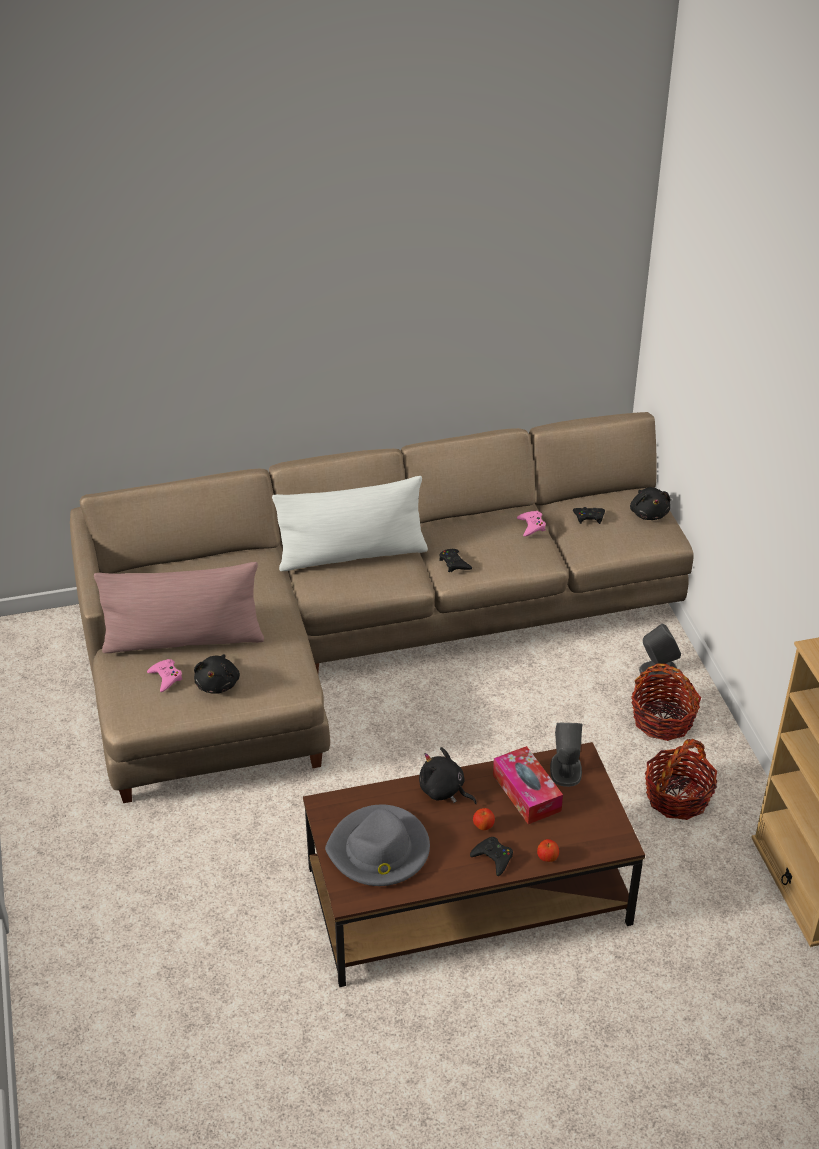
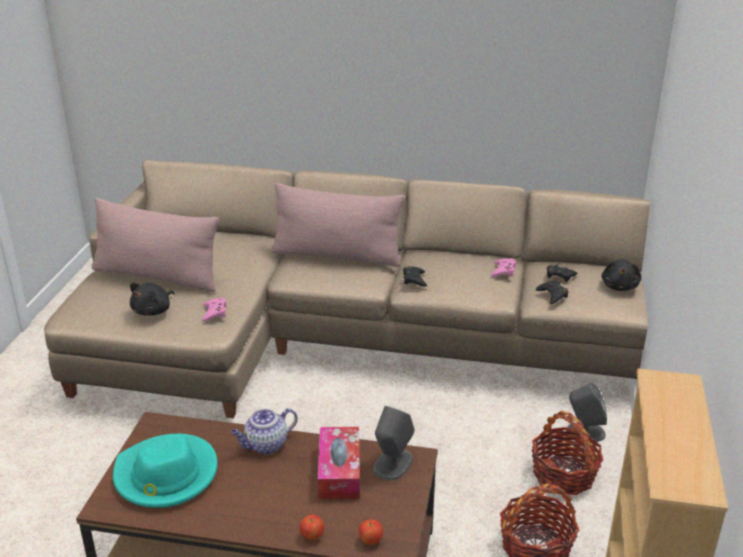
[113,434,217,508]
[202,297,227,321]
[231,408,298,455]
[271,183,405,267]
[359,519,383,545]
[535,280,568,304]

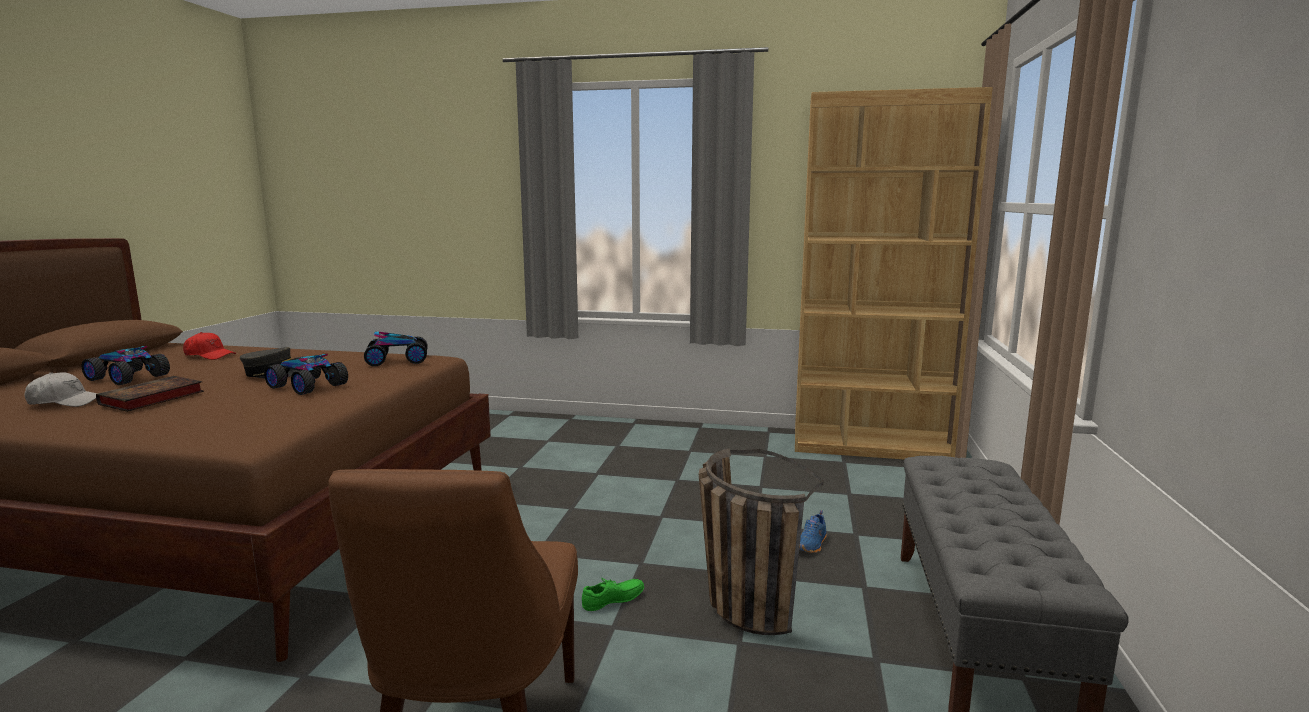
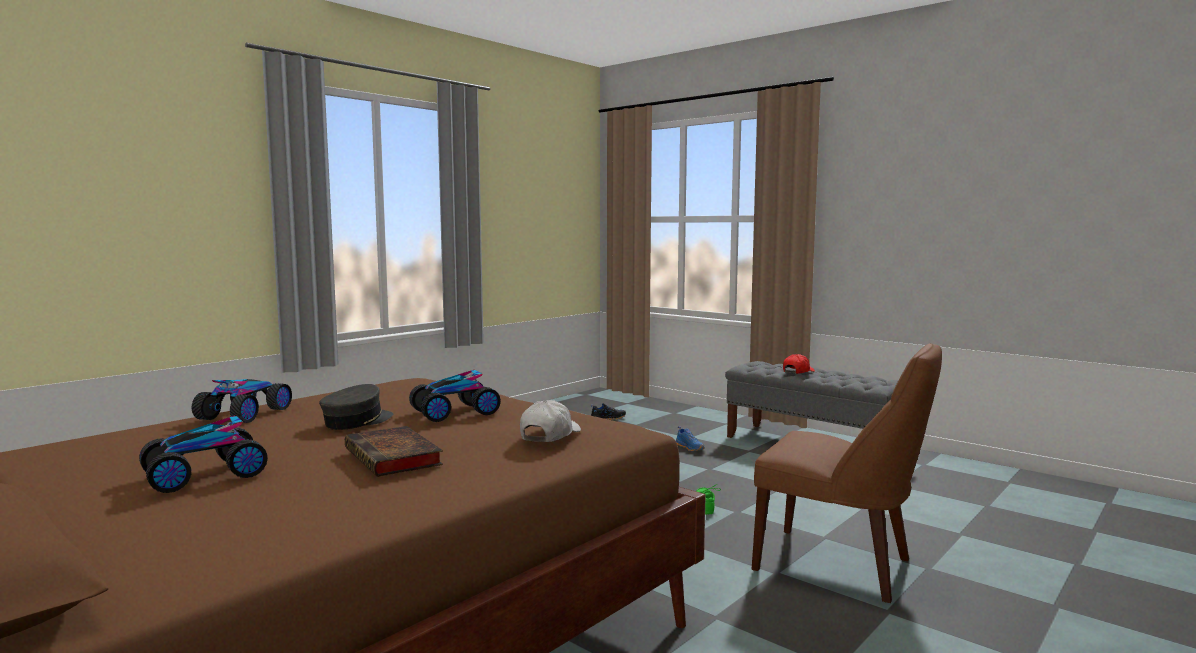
[192,379,292,423]
[520,400,581,442]
[591,403,626,420]
[783,354,815,374]
[699,448,823,635] (first image)
[795,87,1003,459] (first image)

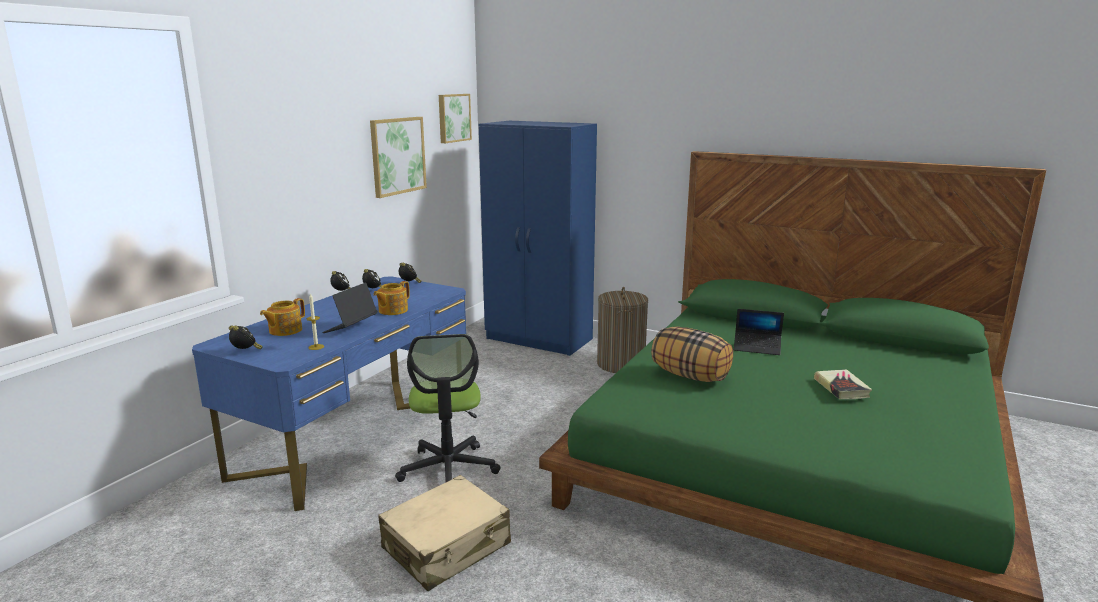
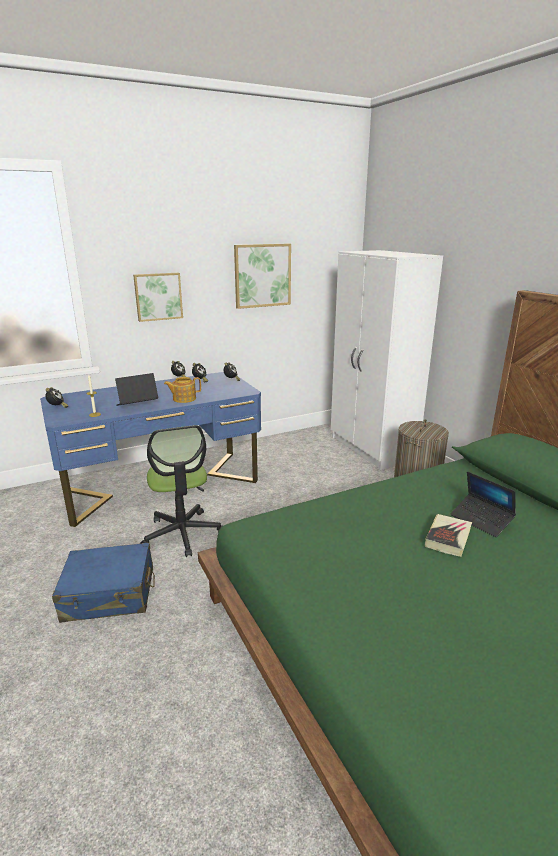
[52,543,155,623]
[133,273,183,322]
[140,425,223,557]
[331,250,443,470]
[425,514,472,557]
[260,298,305,336] (first image)
[651,326,733,382] (first image)

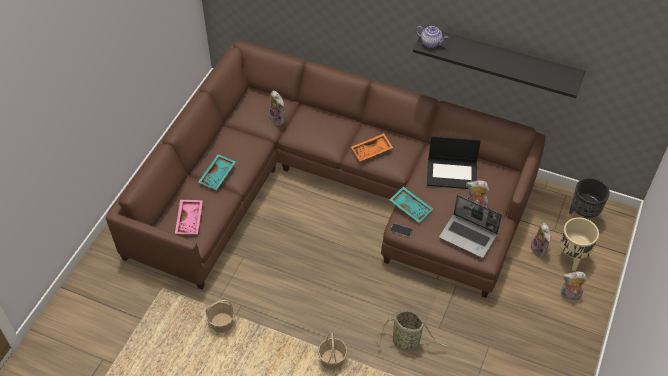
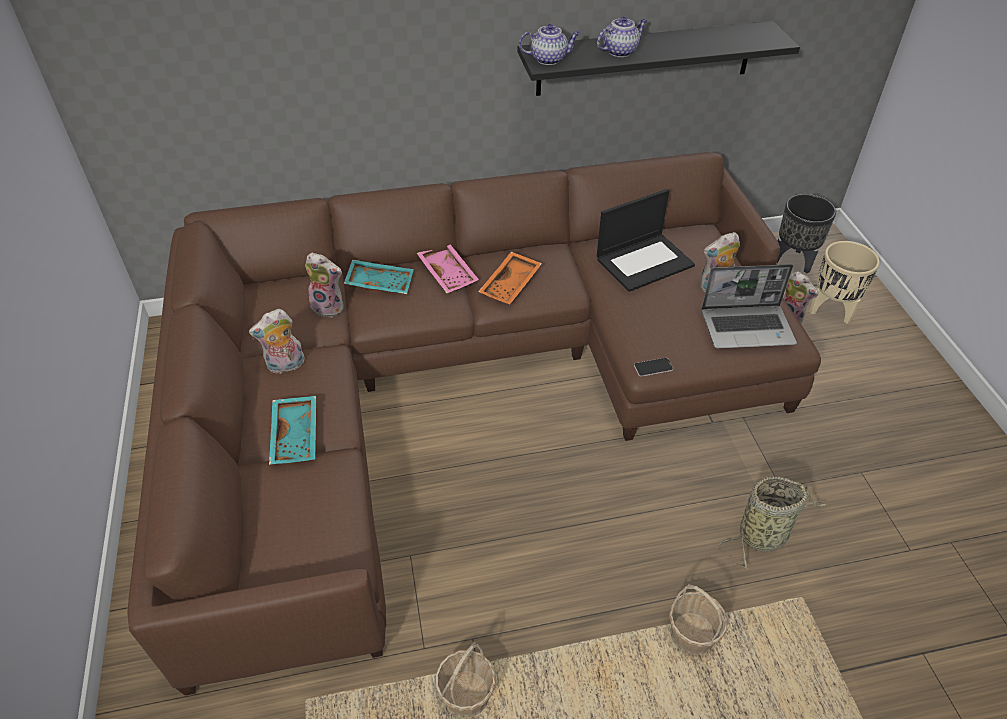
[249,309,305,374]
[344,259,414,294]
[417,244,479,293]
[597,16,647,57]

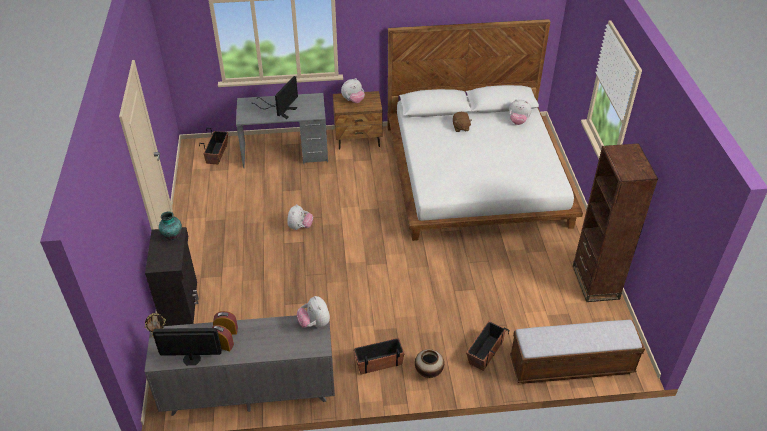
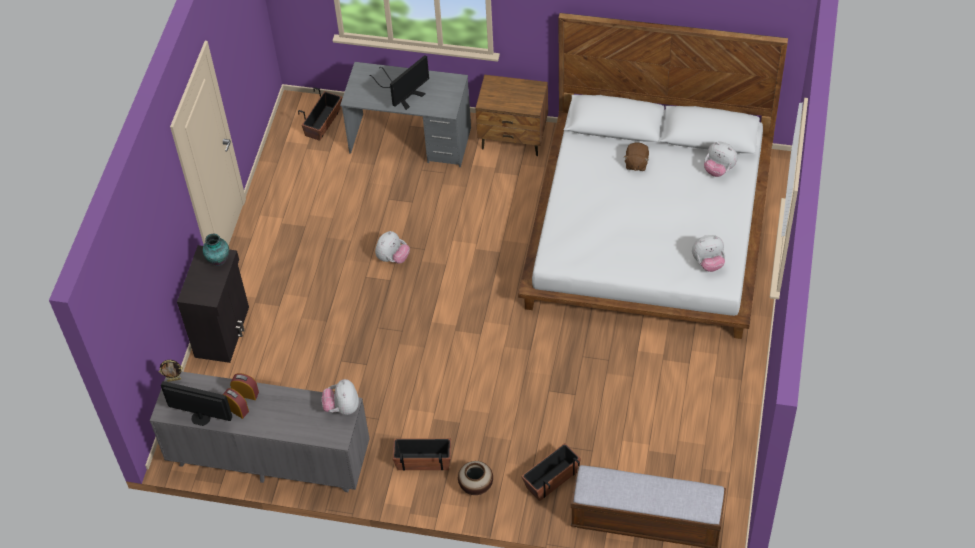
[692,235,725,272]
[573,143,658,302] (first image)

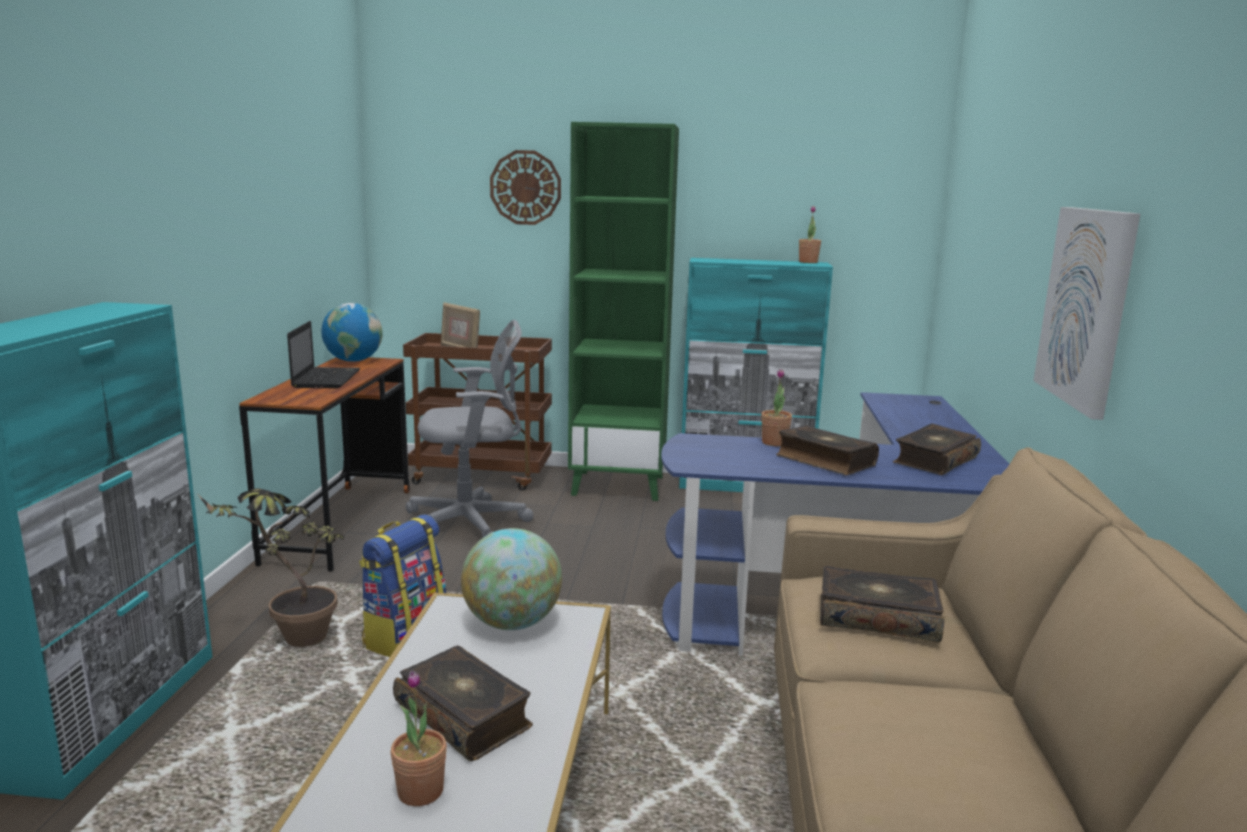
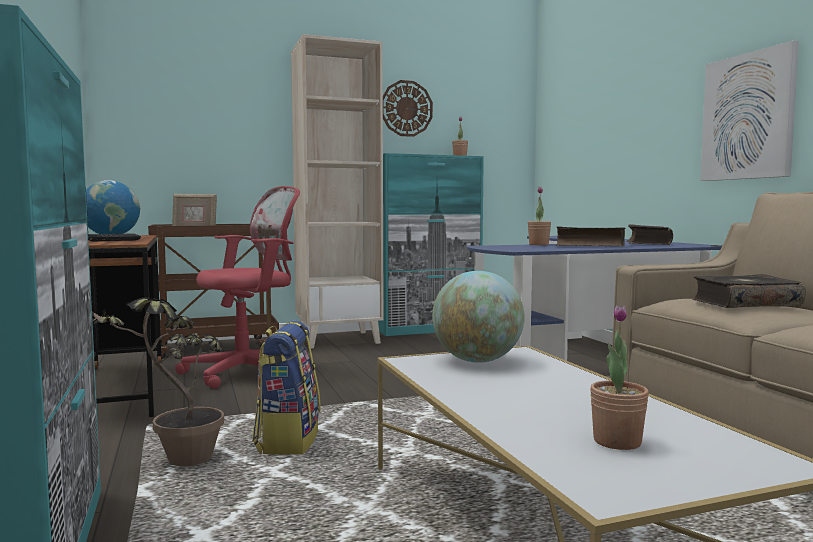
[175,186,300,389]
[291,34,384,349]
[383,80,433,137]
[393,646,533,761] (first image)

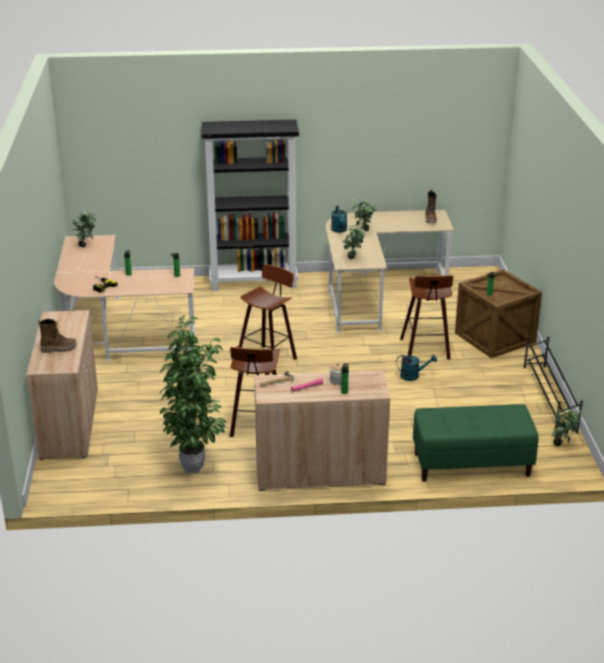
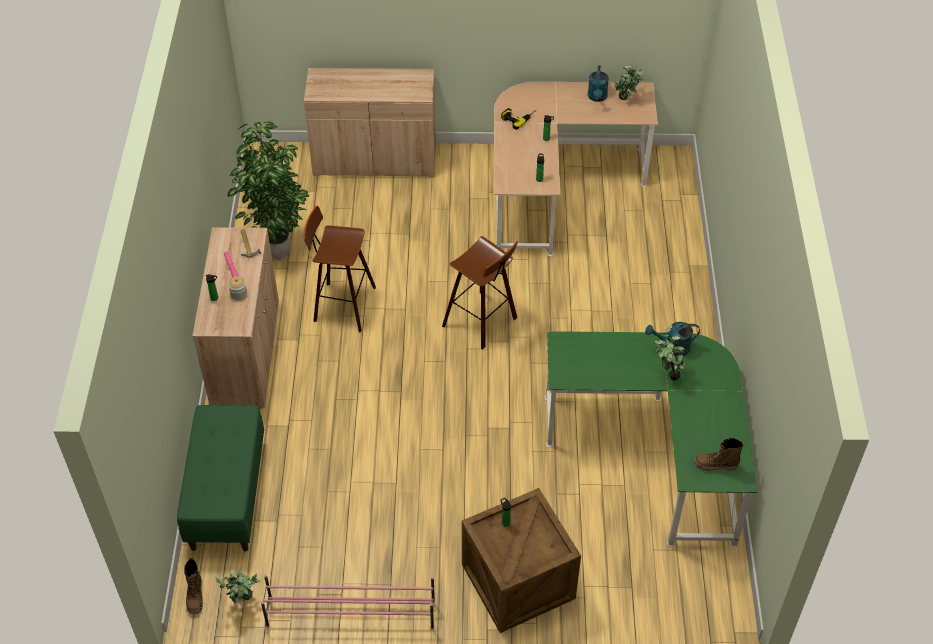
[184,557,203,614]
[261,574,435,630]
[545,331,758,548]
[588,65,609,102]
[202,119,299,291] (first image)
[343,225,366,259] (first image)
[400,275,453,359] (first image)

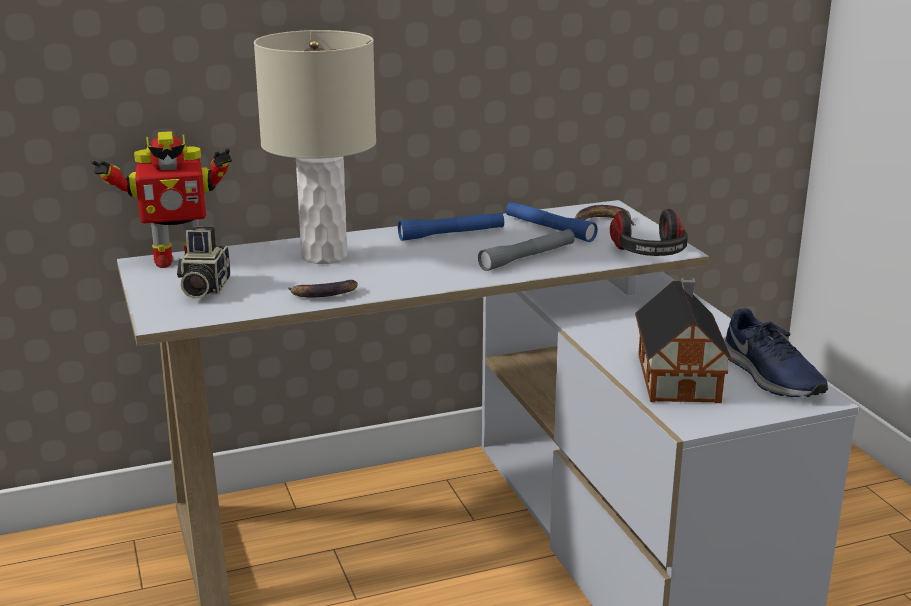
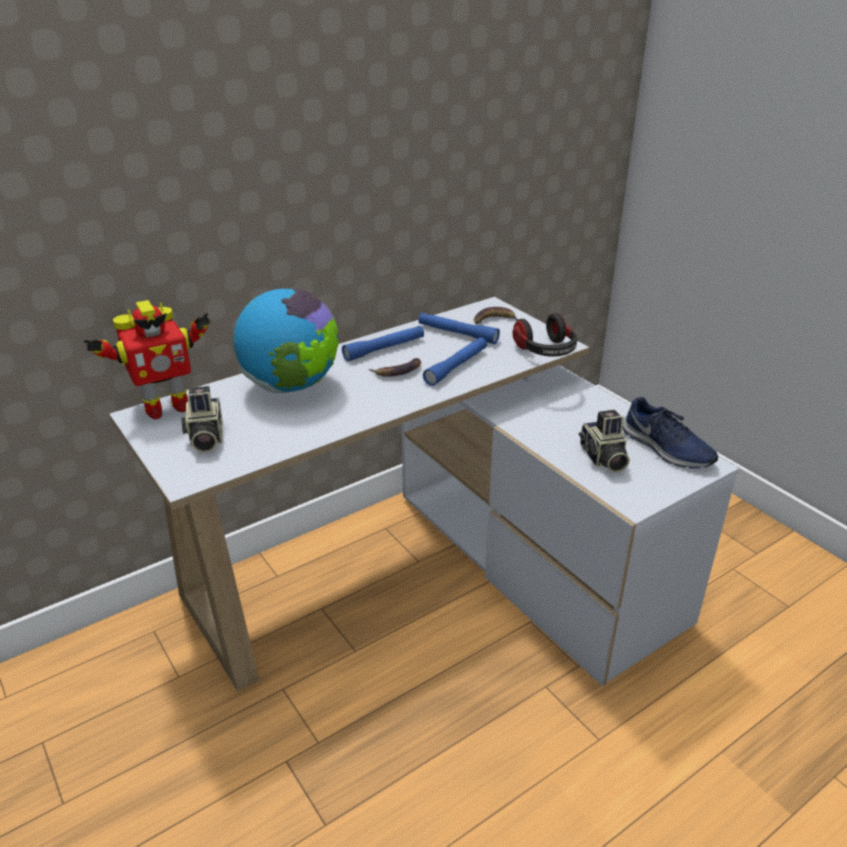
[234,288,338,393]
[369,358,421,377]
[423,337,487,386]
[579,410,630,473]

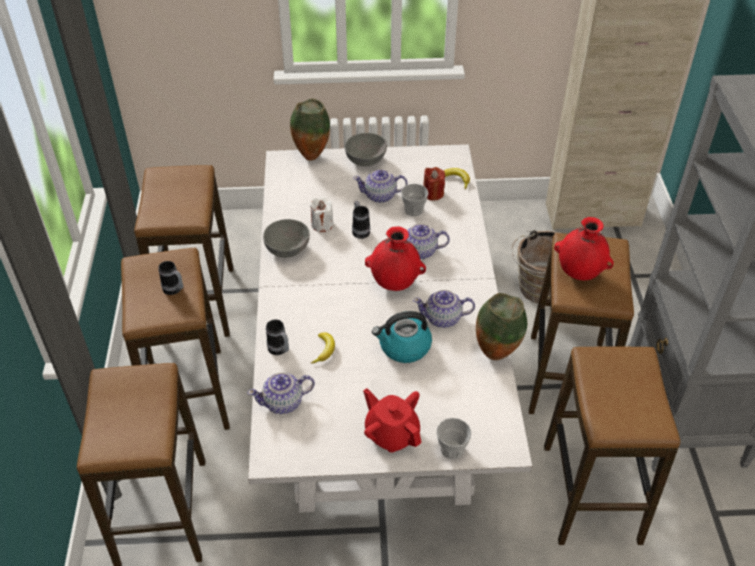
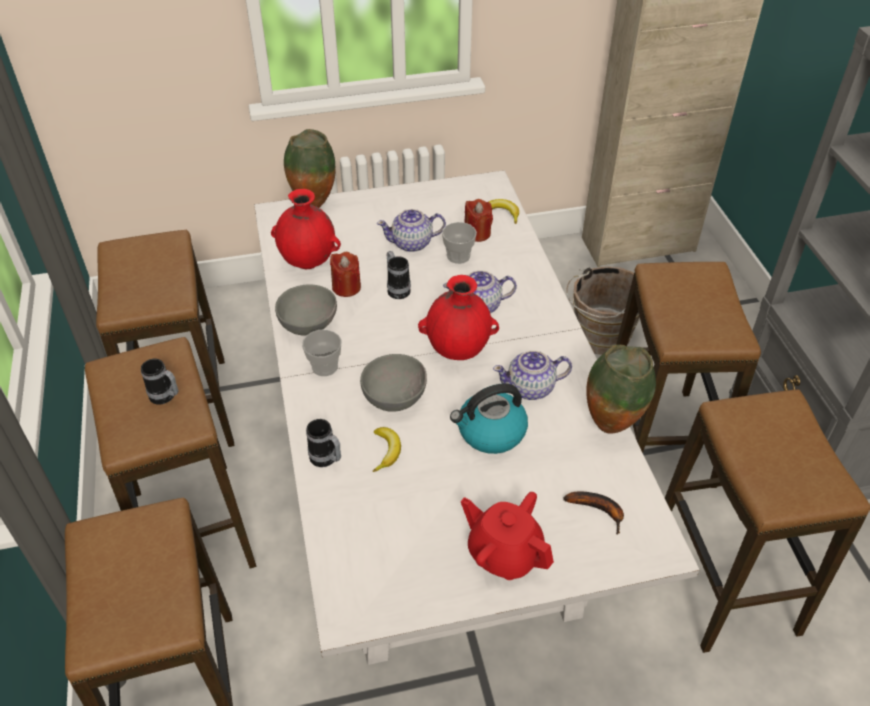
[271,189,341,269]
[302,330,342,376]
[330,252,361,297]
[360,354,427,412]
[563,492,624,535]
[248,372,315,414] (first image)

